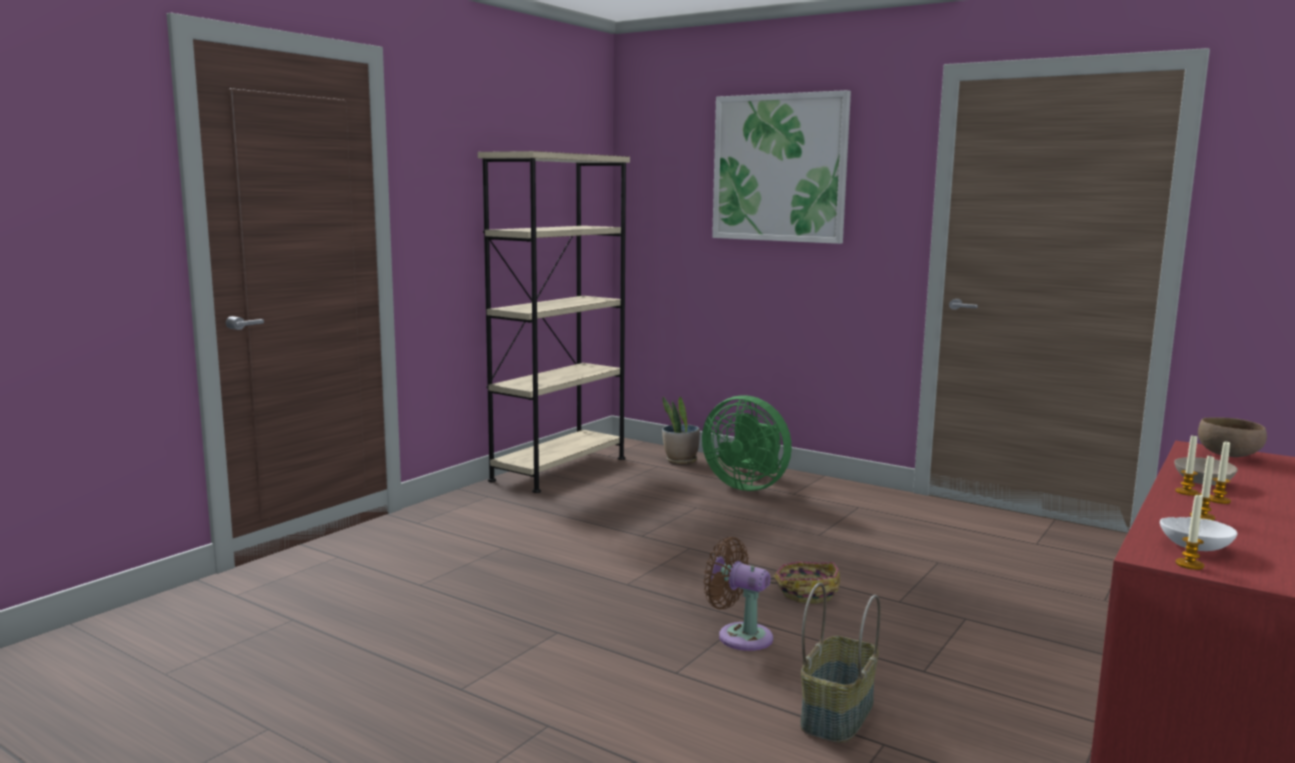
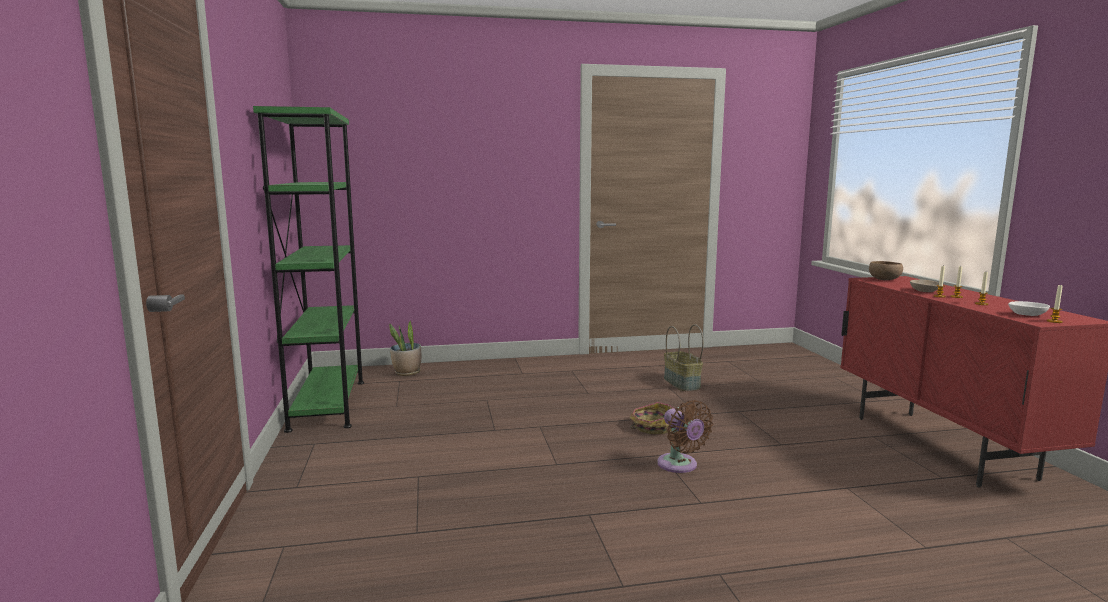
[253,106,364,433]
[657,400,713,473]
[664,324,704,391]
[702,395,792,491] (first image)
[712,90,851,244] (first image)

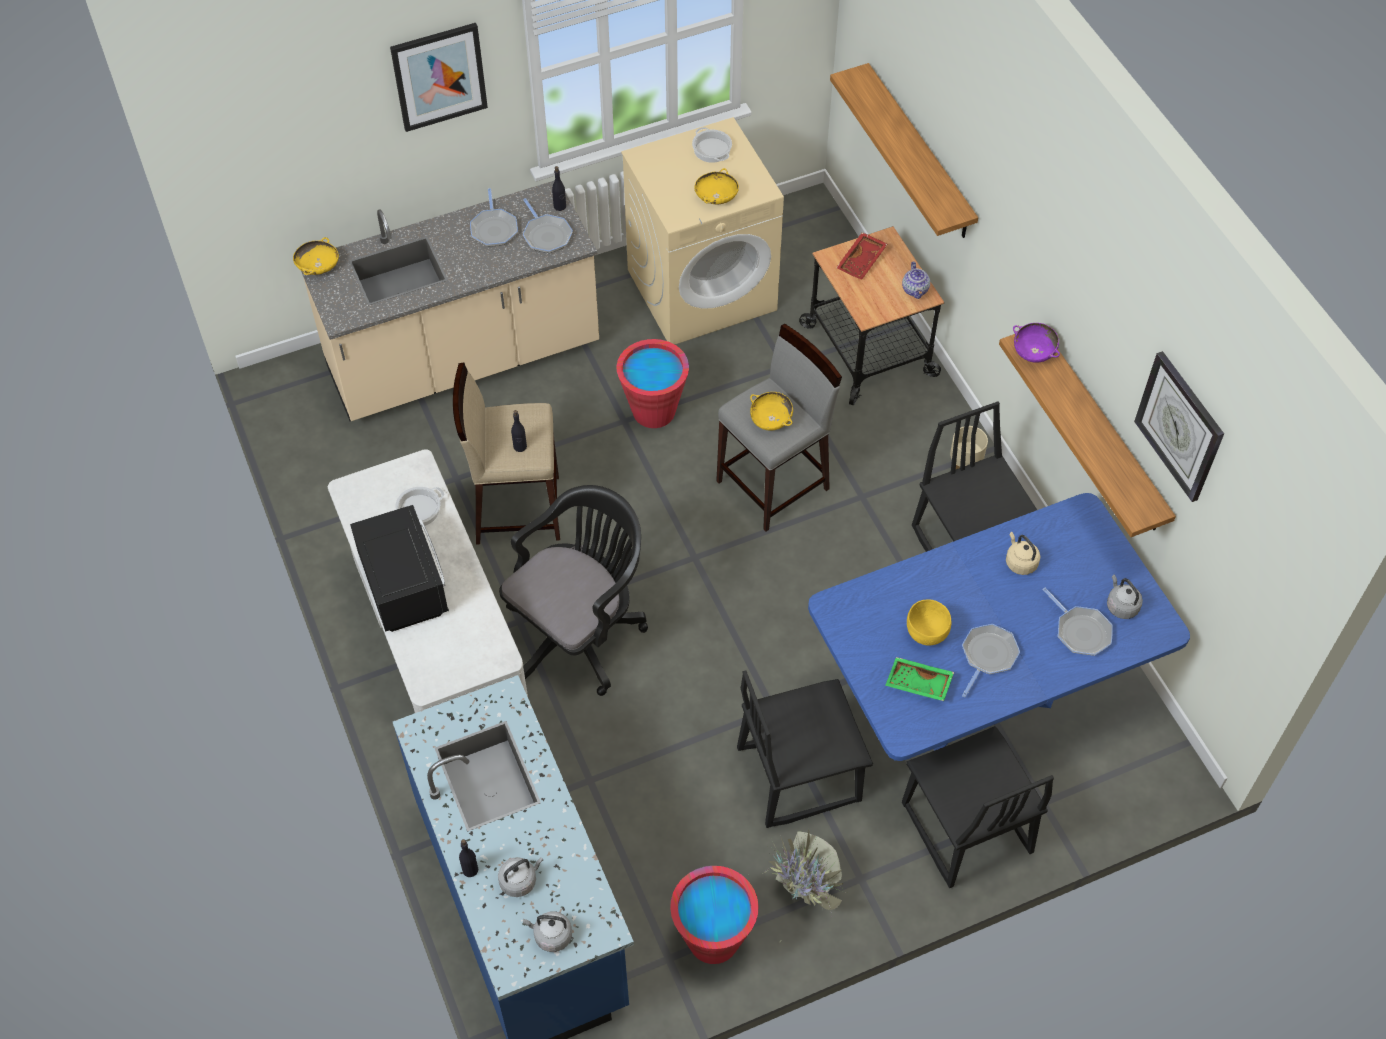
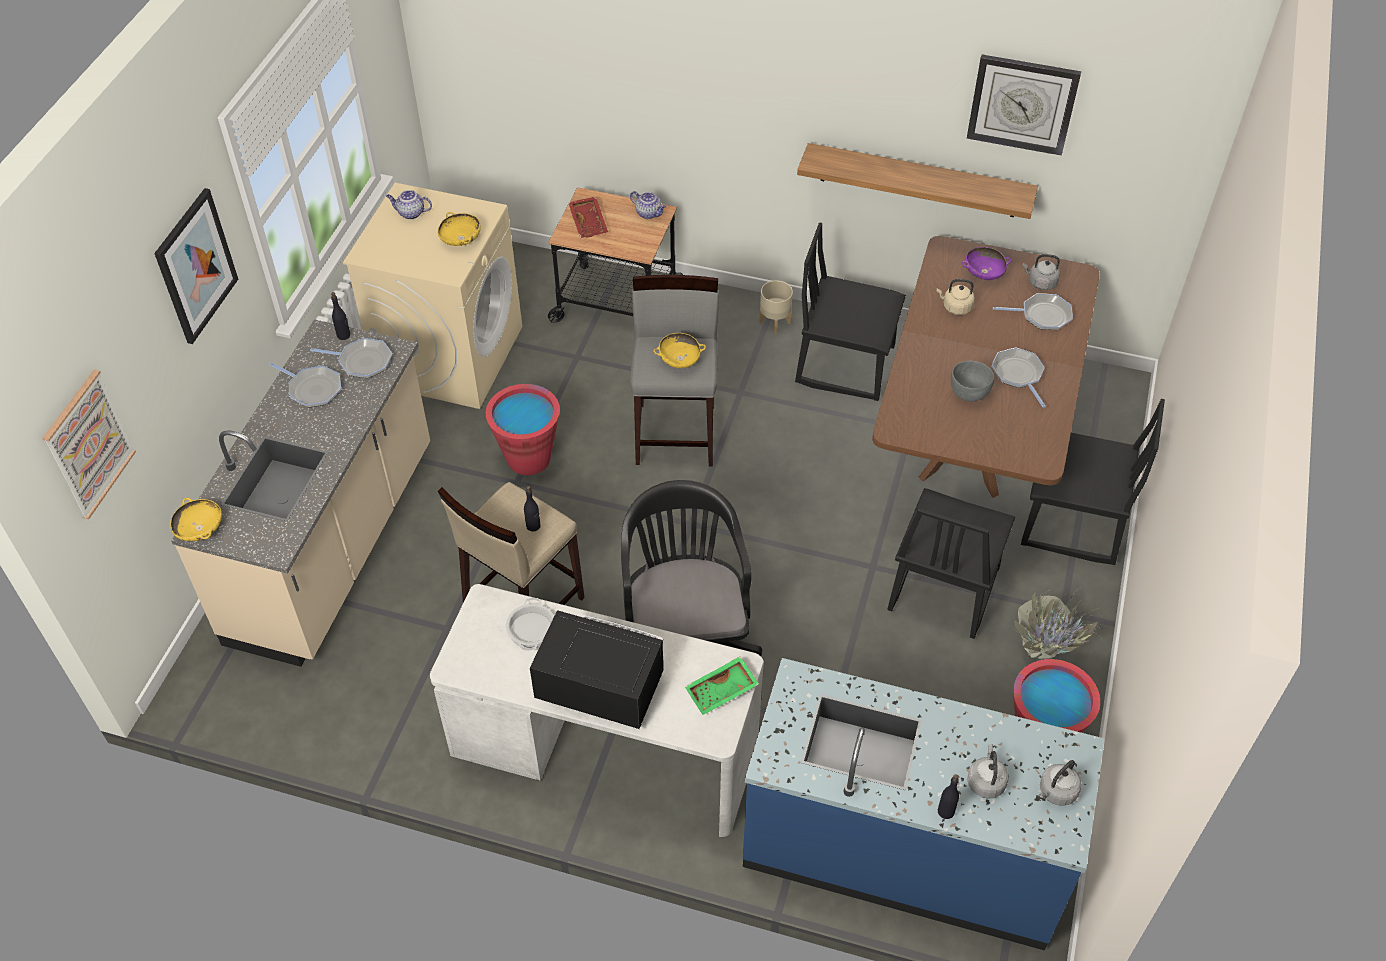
[42,369,136,519]
[386,190,432,219]
[685,656,759,715]
[872,236,1100,498]
[951,361,994,402]
[961,247,1012,280]
[830,63,978,238] (first image)

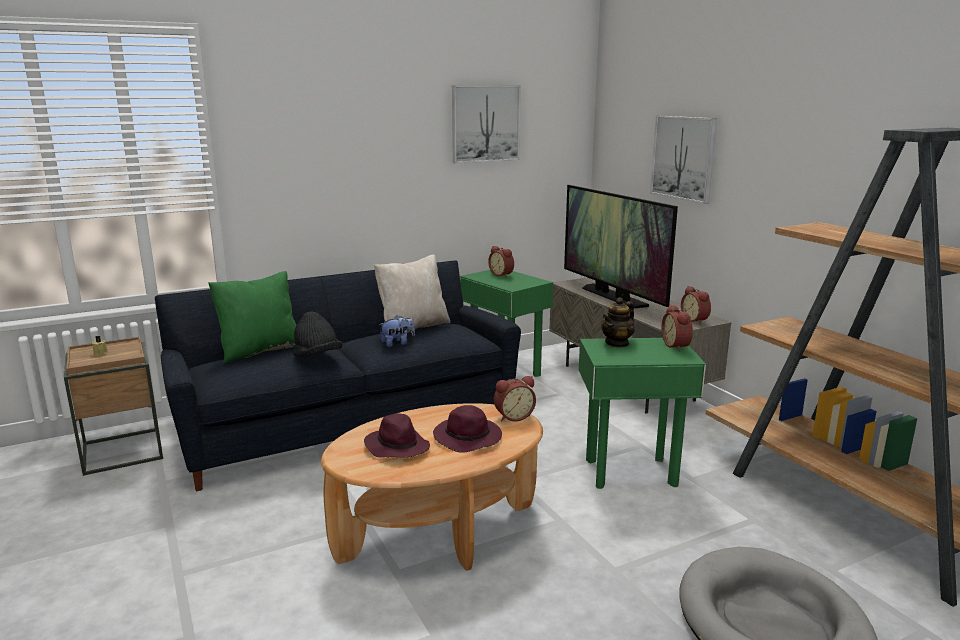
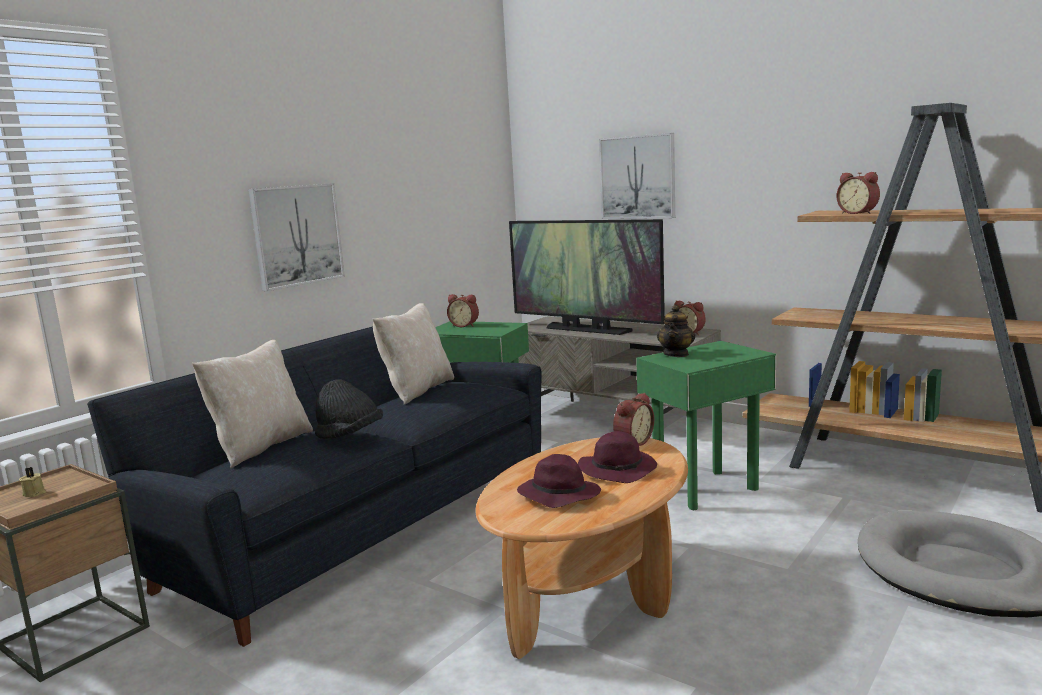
[192,340,313,468]
[248,183,345,291]
[837,172,880,214]
[379,315,415,347] (first image)

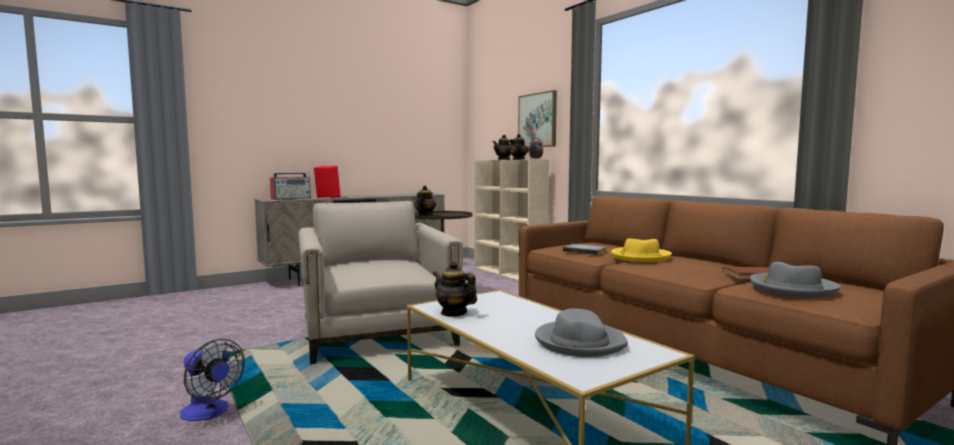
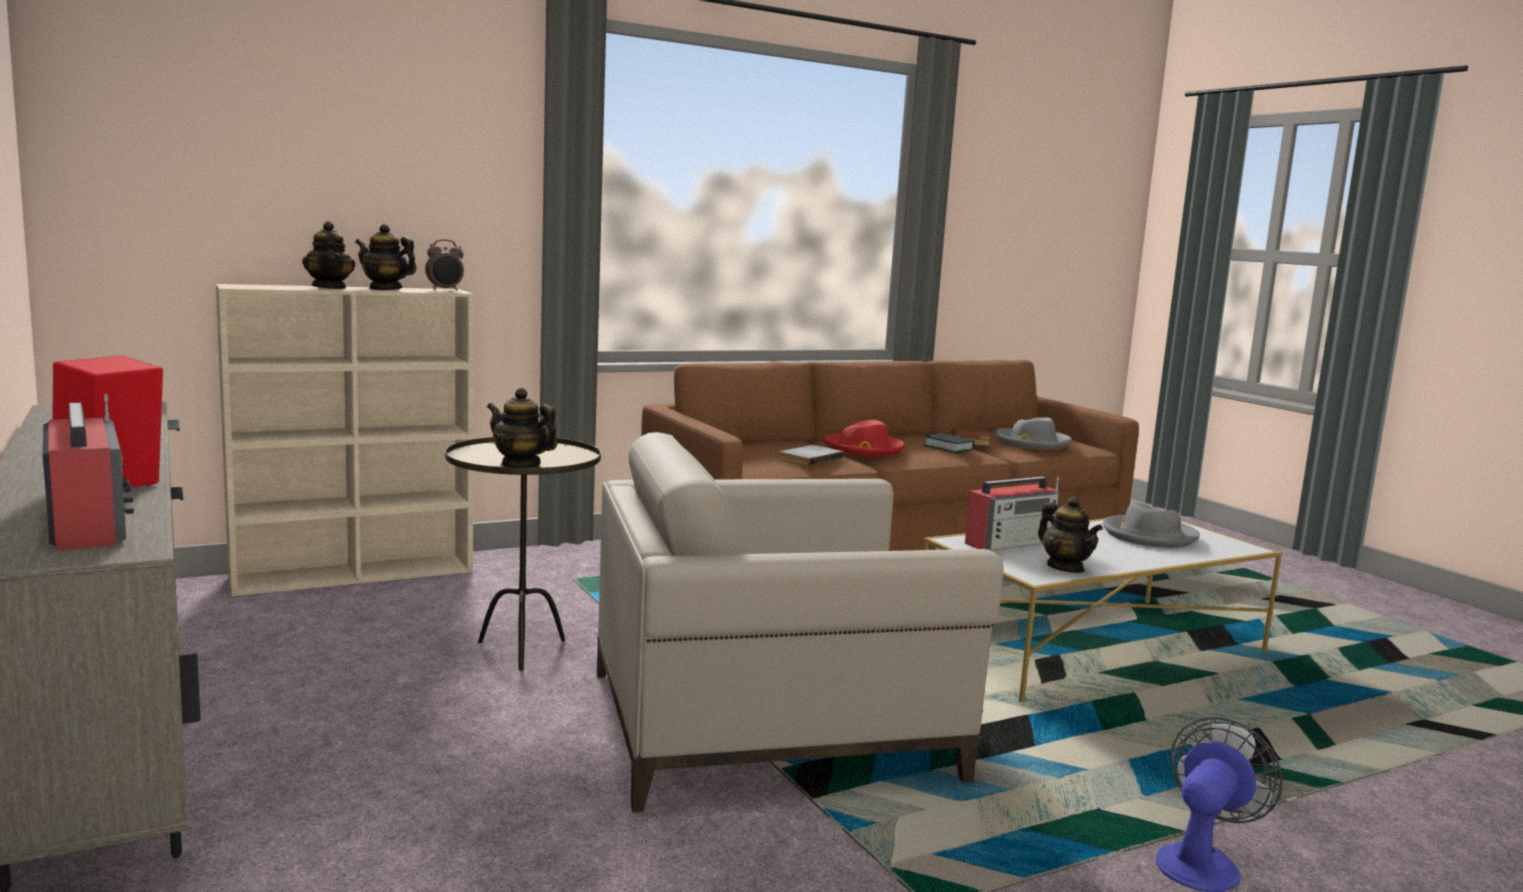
[822,420,905,456]
[924,433,974,453]
[965,476,1059,551]
[1038,496,1103,573]
[518,90,557,148] (first image)

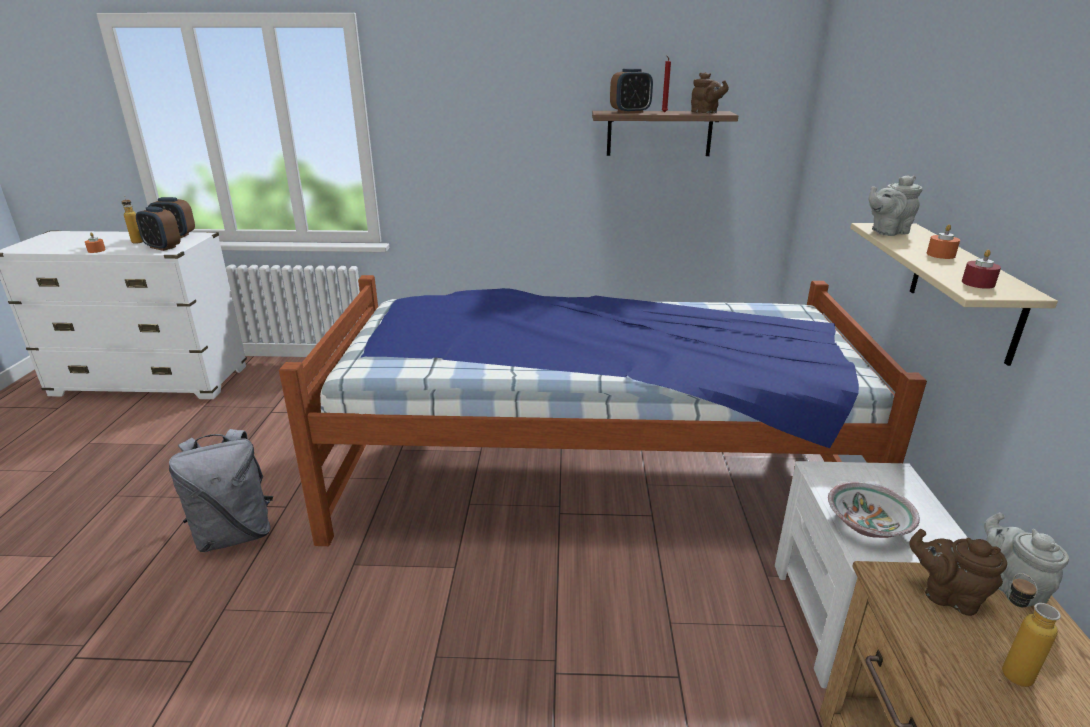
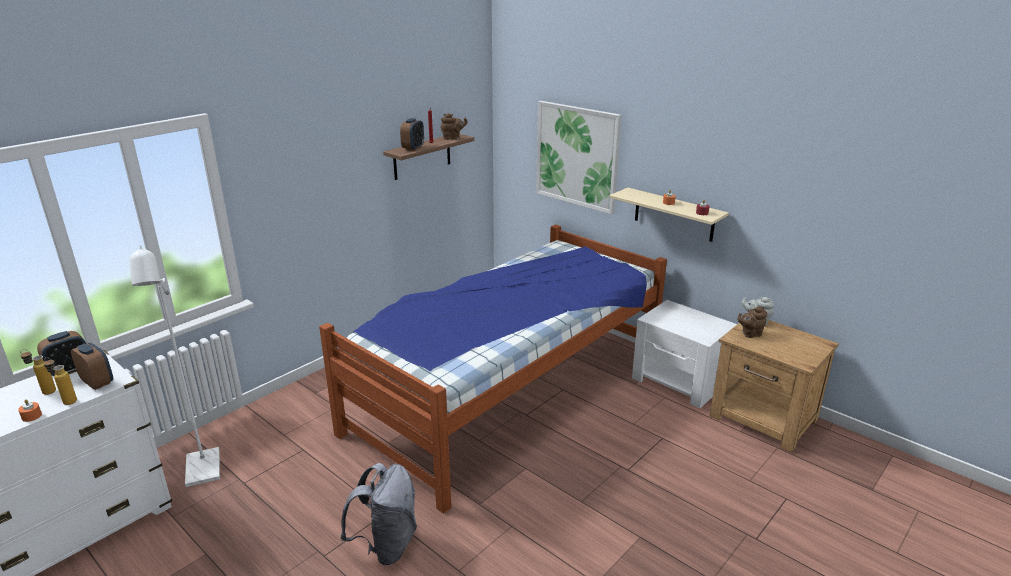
[44,357,77,405]
[71,343,113,390]
[130,245,220,487]
[536,101,622,214]
[828,481,920,538] (first image)
[869,175,923,236] (first image)

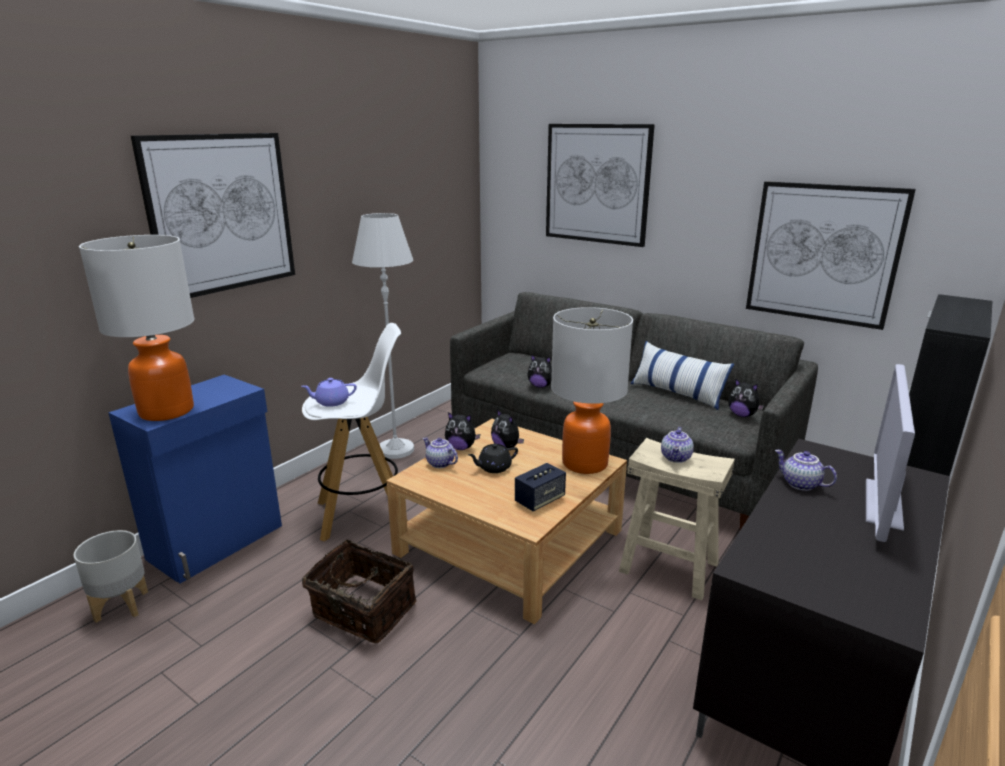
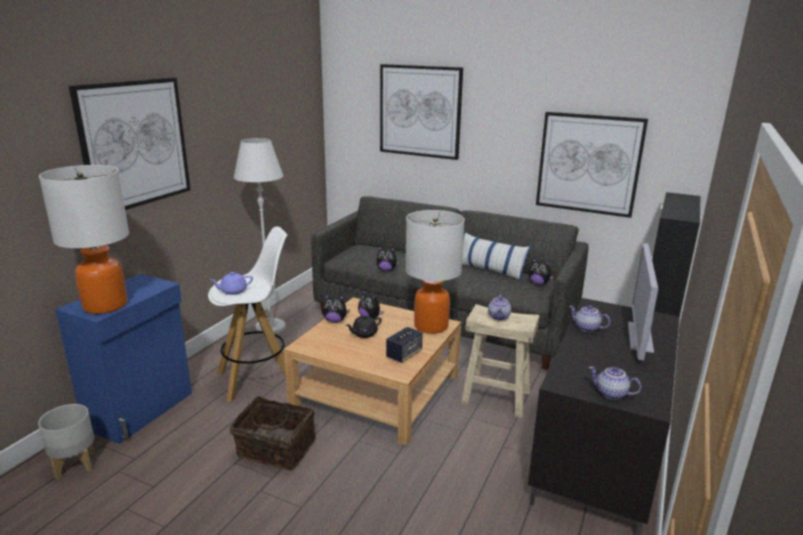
[588,366,641,400]

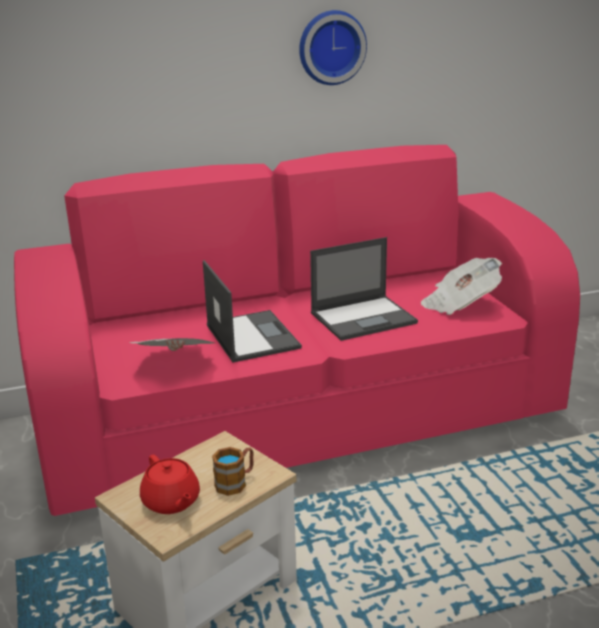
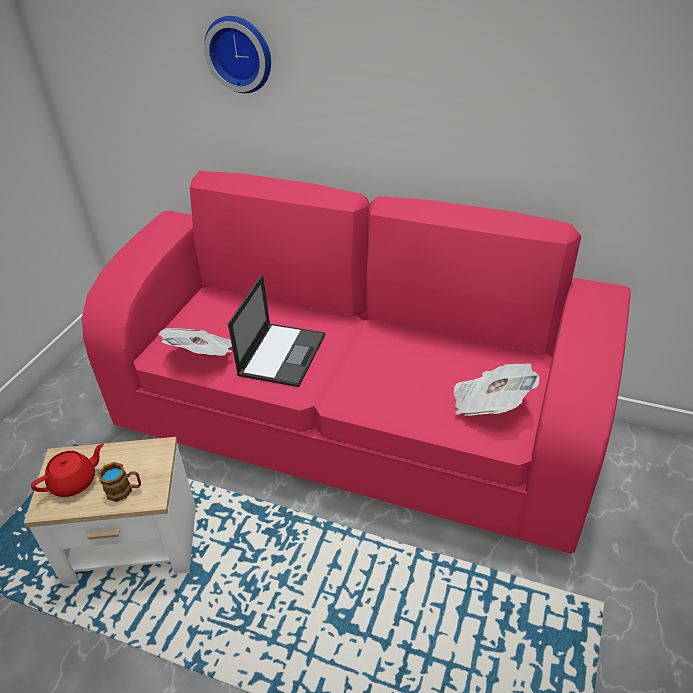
[31,444,104,497]
[204,16,271,93]
[310,237,418,341] (first image)

